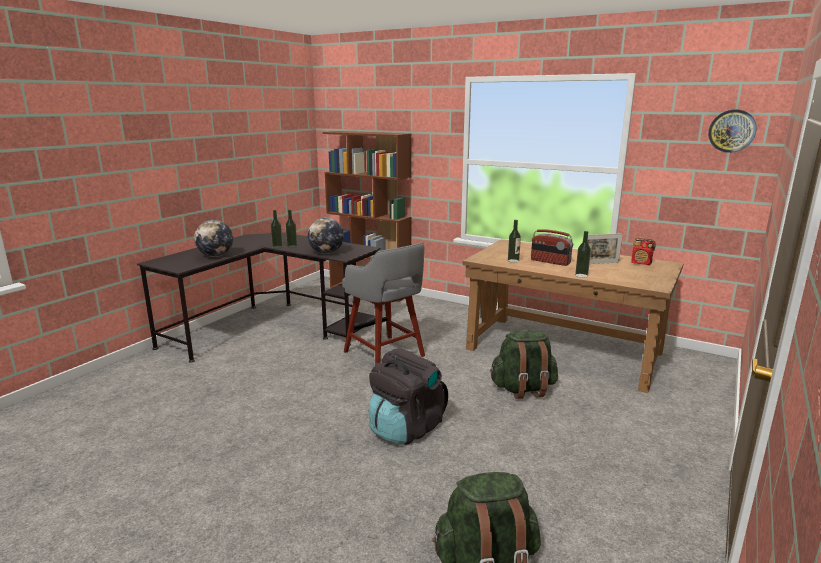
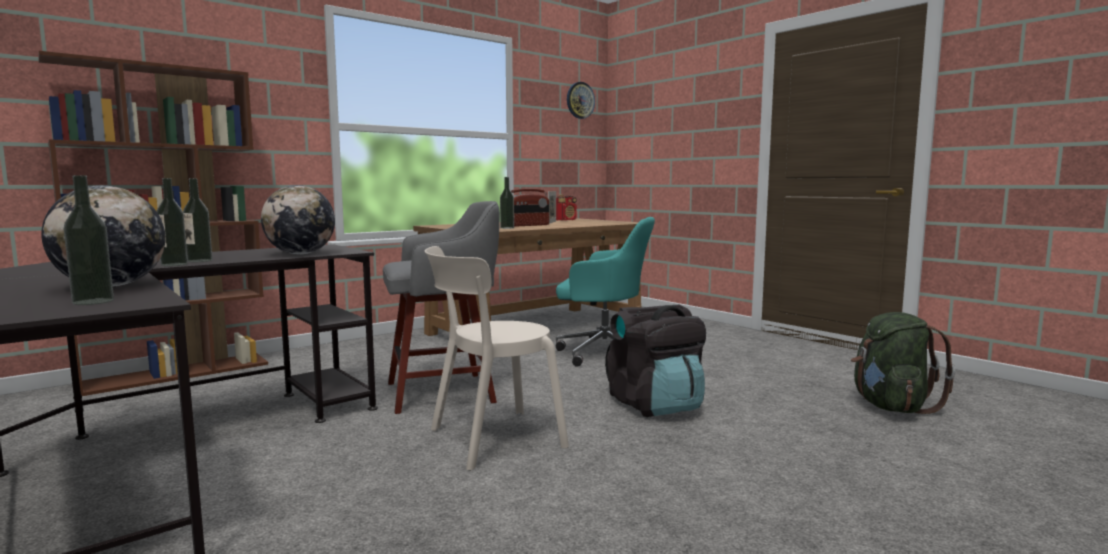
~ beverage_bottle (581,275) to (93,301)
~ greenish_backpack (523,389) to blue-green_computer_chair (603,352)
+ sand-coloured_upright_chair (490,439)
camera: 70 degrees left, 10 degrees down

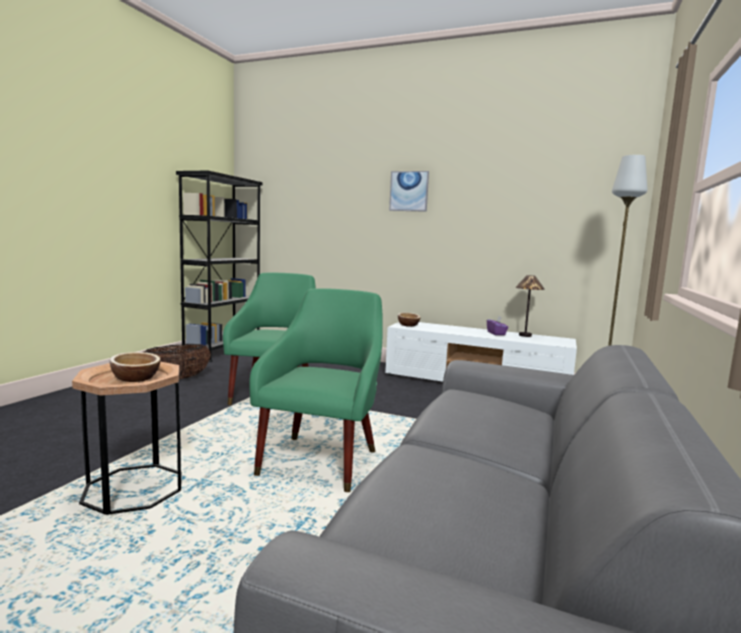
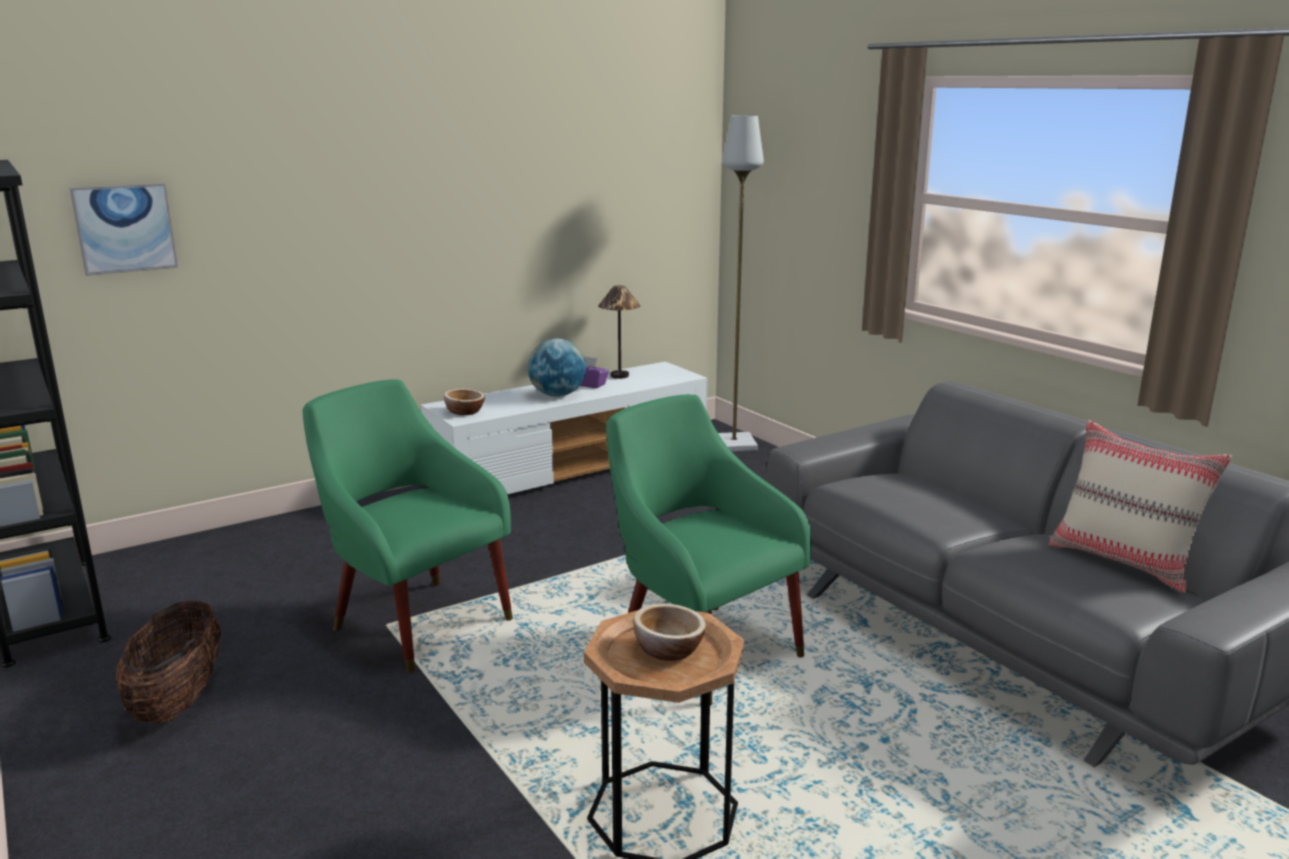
~ wall_picture (409,191) to (125,228)
+ globe (557,395)
+ sand-coloured_pillow (1124,561)
camera: 55 degrees left, 10 degrees up

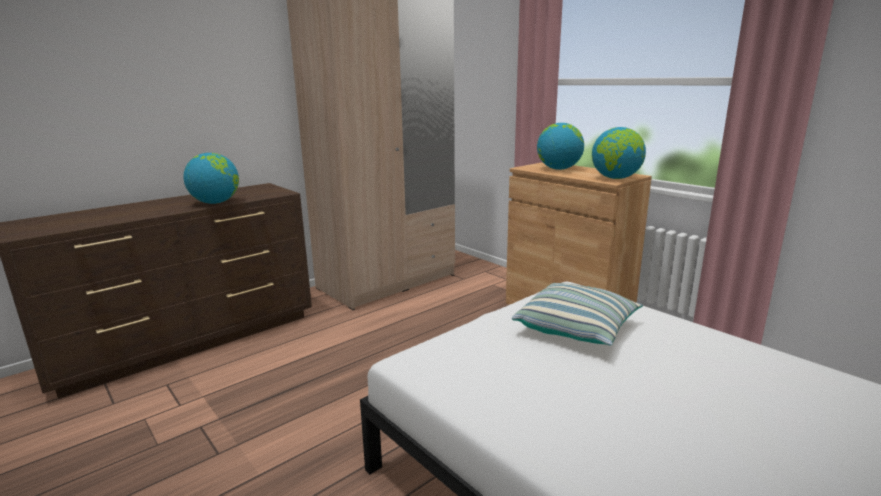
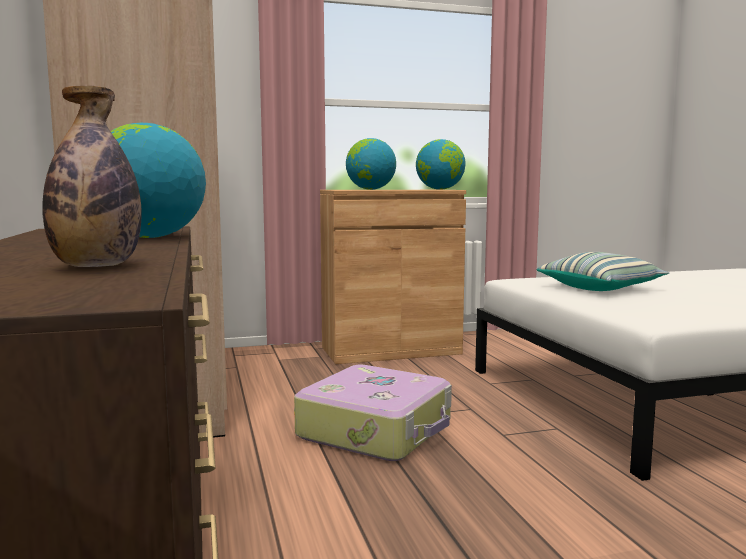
+ beverage_bottle (96,267)
+ travel_case (377,430)
camera: 65 degrees left, 10 degrees down

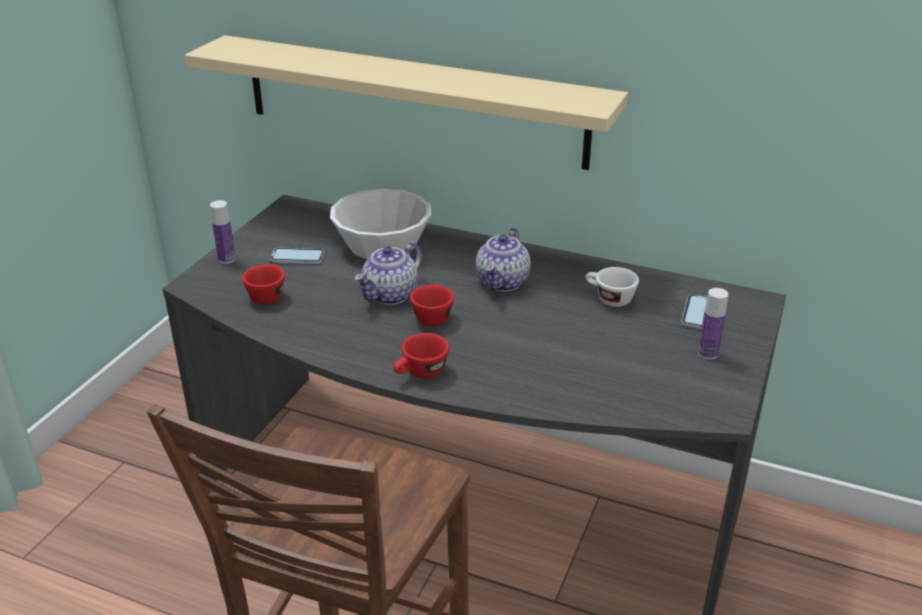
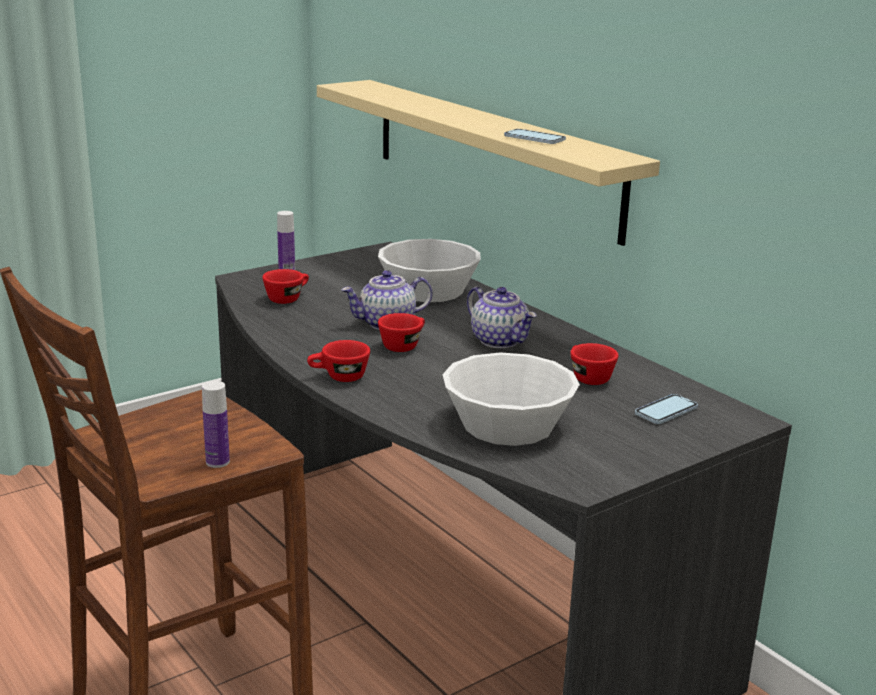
~ tea_pot (503,282) = (500,341) 90 degrees counterclockwise
~ phone (297,257) to (534,139)
~ whitish_drinking_cup (609,299) to red-coloured_drinking_cup (587,377)
~ beverage_bottle (707,353) to (217,462)
+ whitish_deep_dish (508,425)
camera: 30 degrees right, 10 degrees down

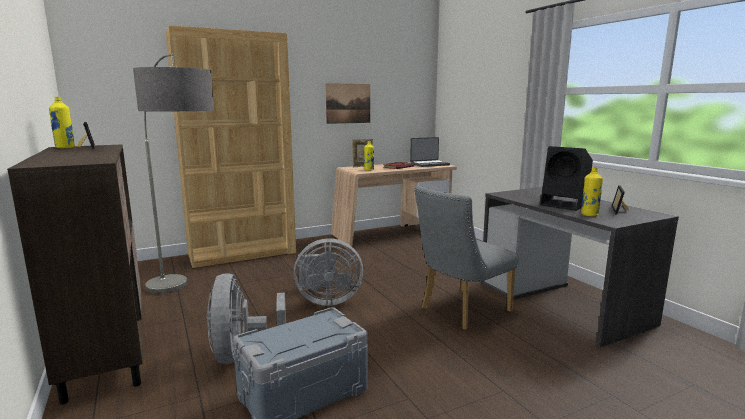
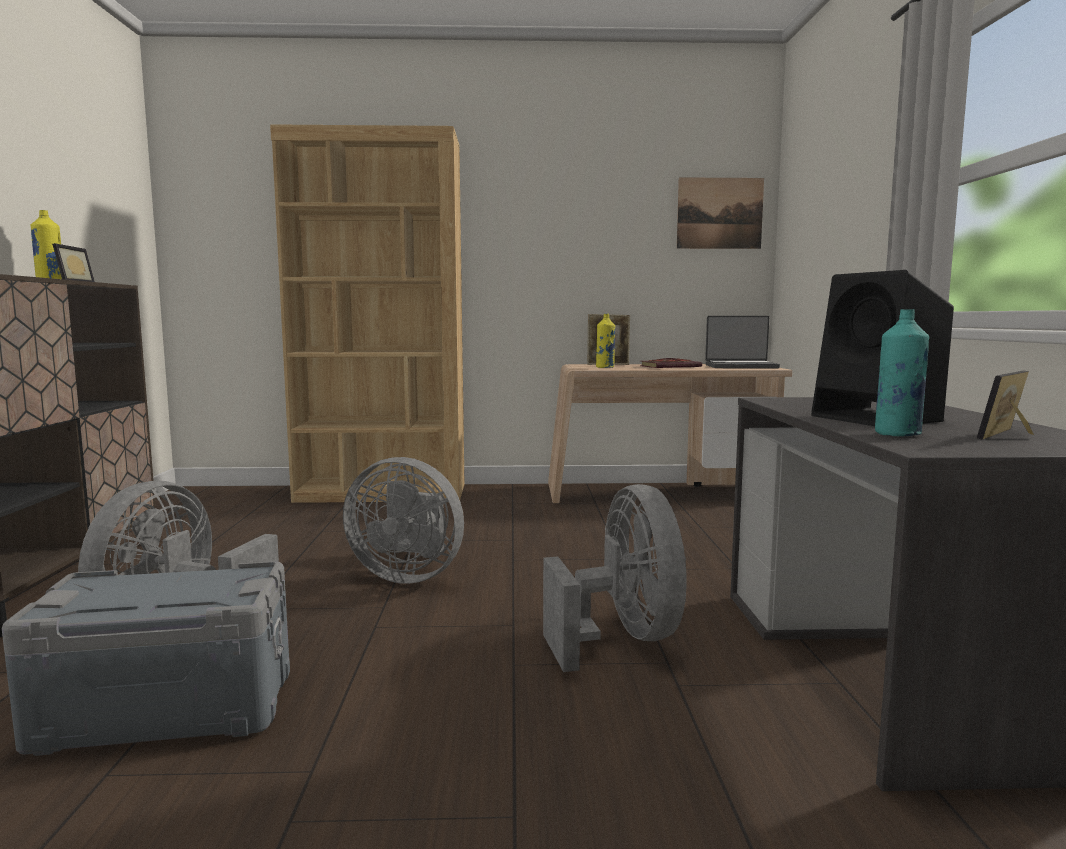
- standard_lamp (186,300)
~ wall_picture (348,103) to (719,213)
~ yellow_beverage_bottle (589,215) to blue-green_beverage_bottle (897,434)
~ grey_upright_chair (460,311) to grey_electric_fan (623,638)
camera: 25 degrees right, 5 degrees down

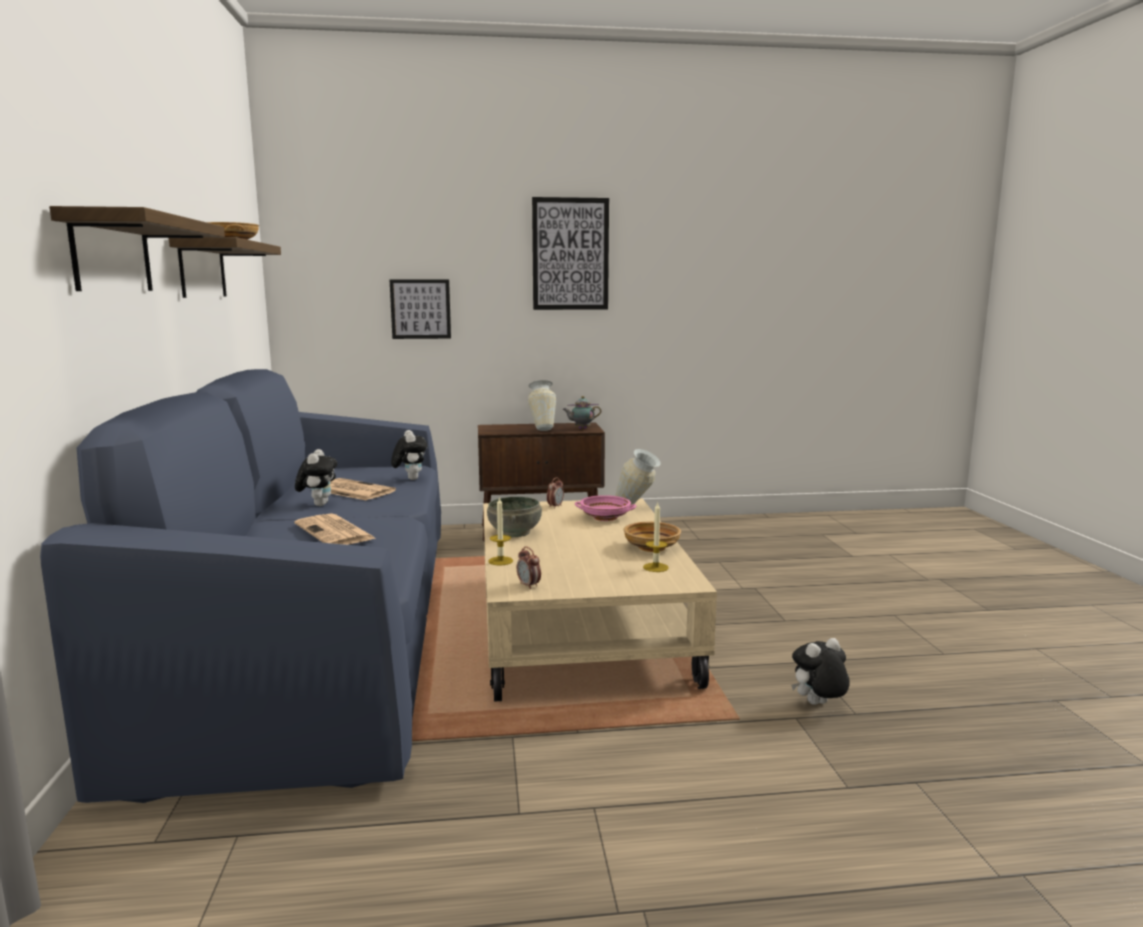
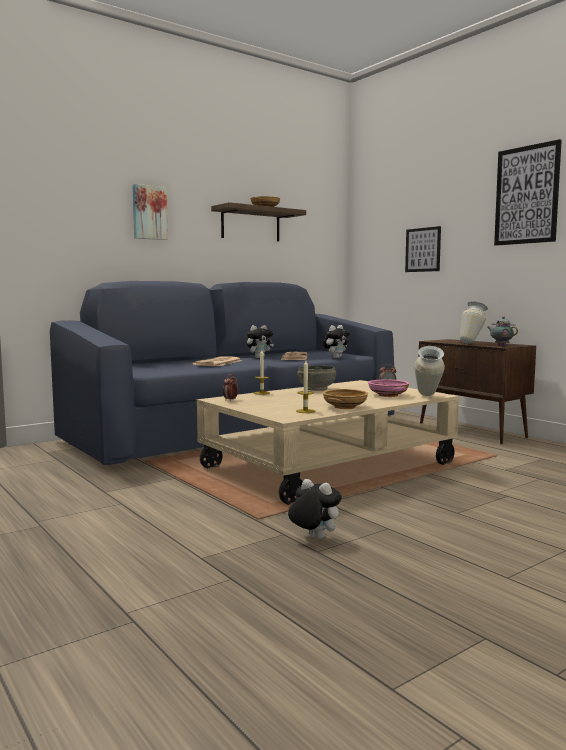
~ wall_shelf (112,254) to wall_picture (149,212)
camera: 60 degrees right, 5 degrees down

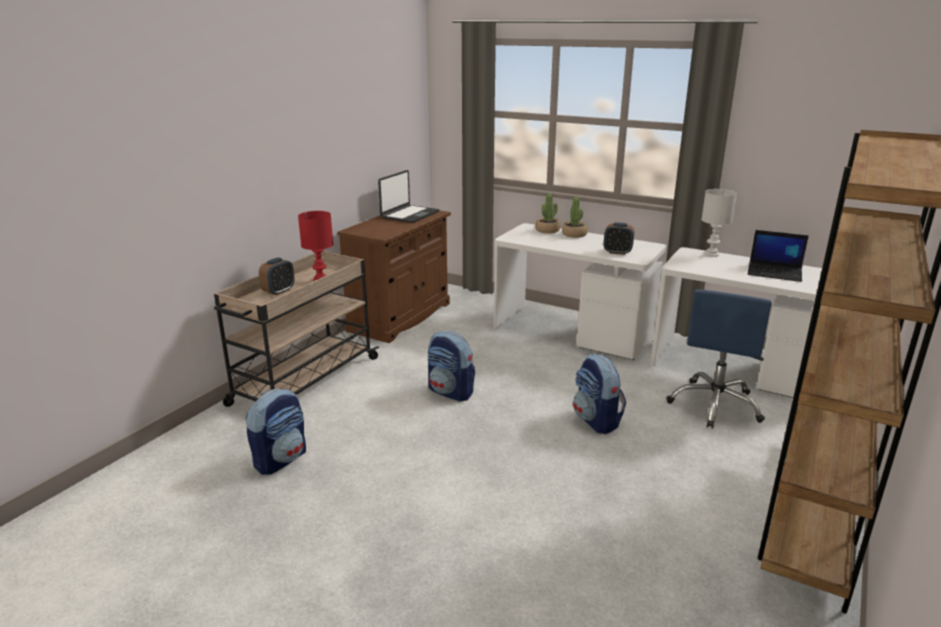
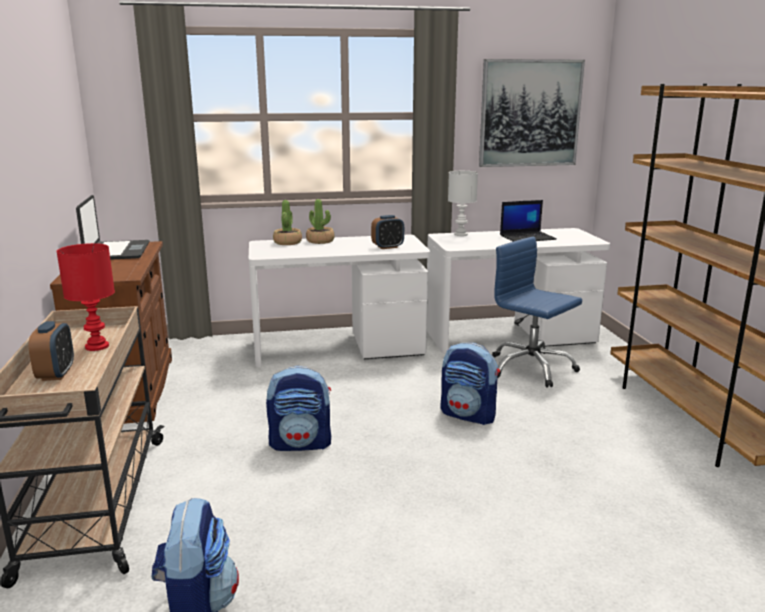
~ bluish_computer_chair (715,405) = (531,368) 150 degrees clockwise
+ wall_picture (530,113)
camera: 40 degrees left, 5 degrees down

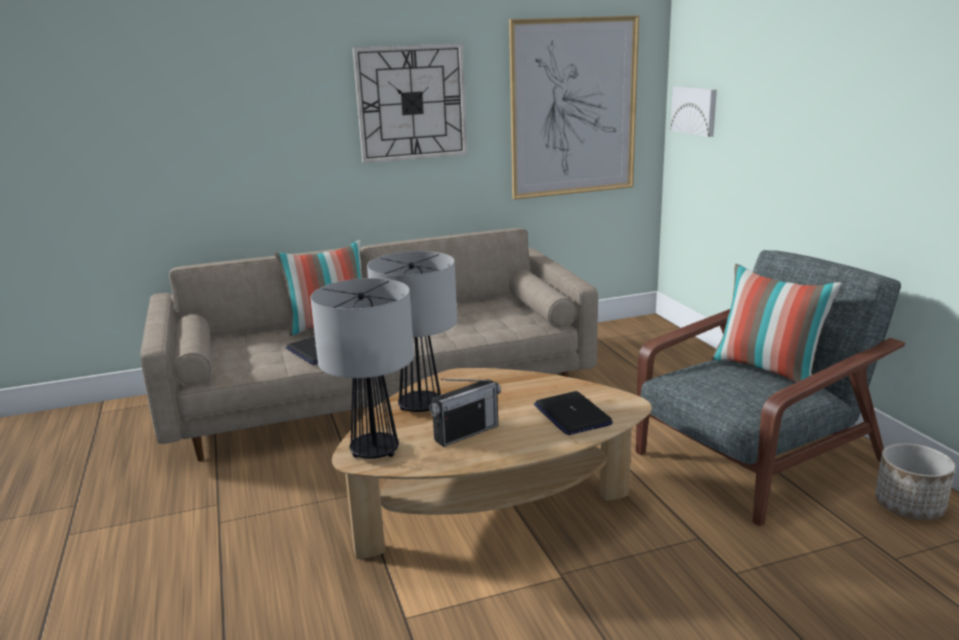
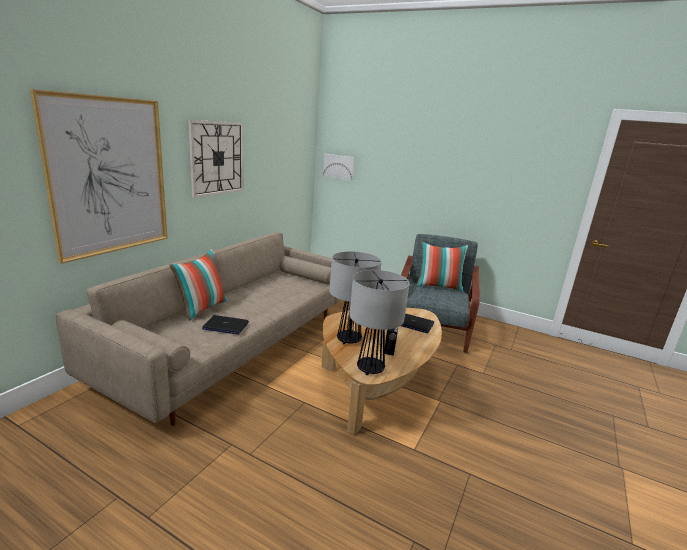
~ wall_picture (573,108) to (109,177)
- flower_pot (909,506)
camera: 45 degrees left, 0 degrees up

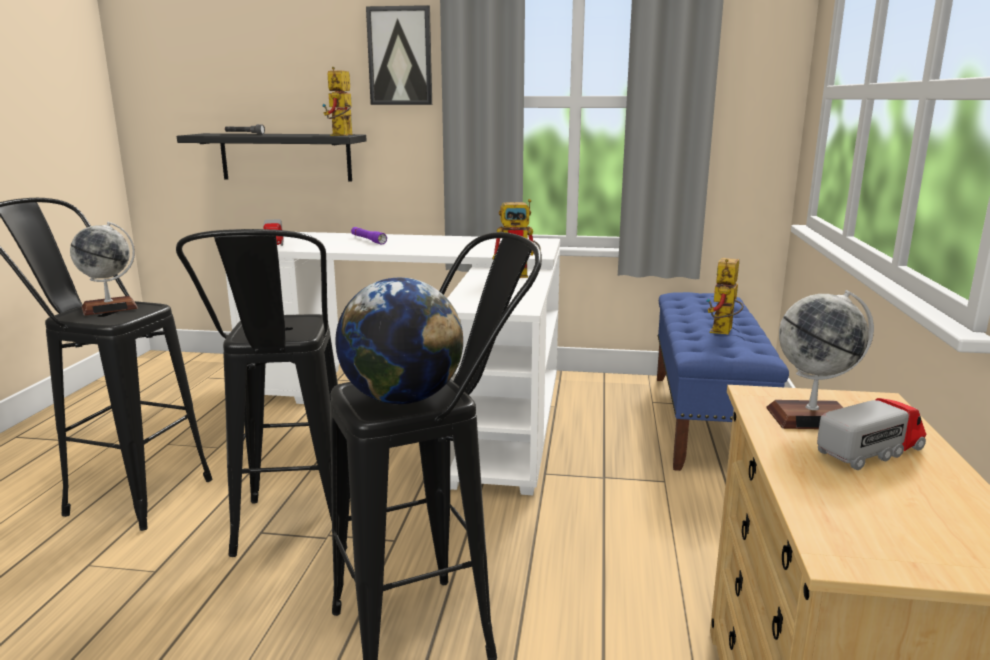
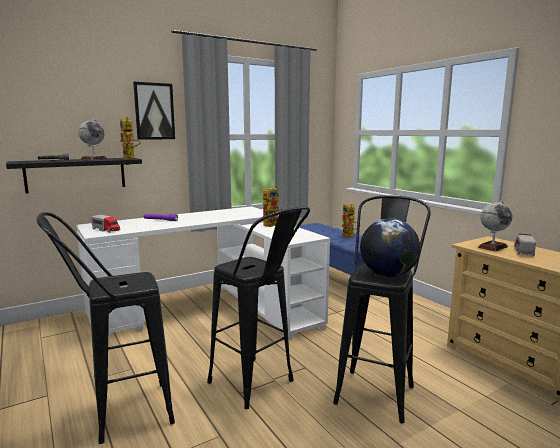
~ globe (110,308) to (94,159)
camera: 40 degrees left, 5 degrees down

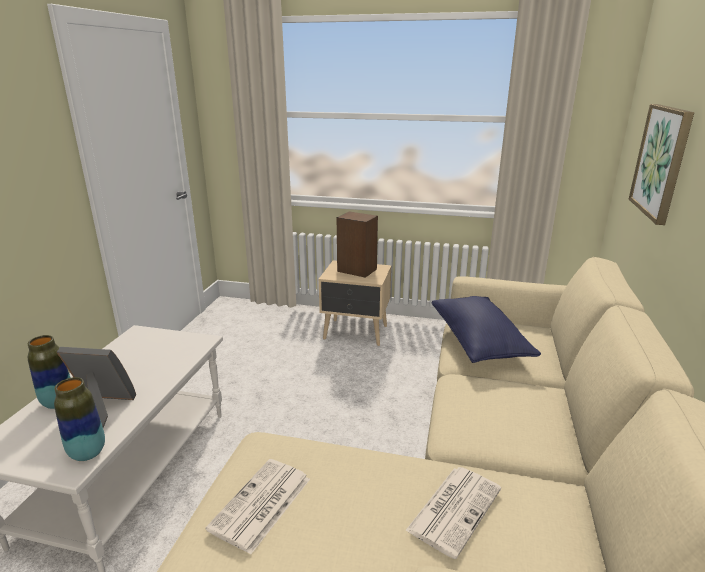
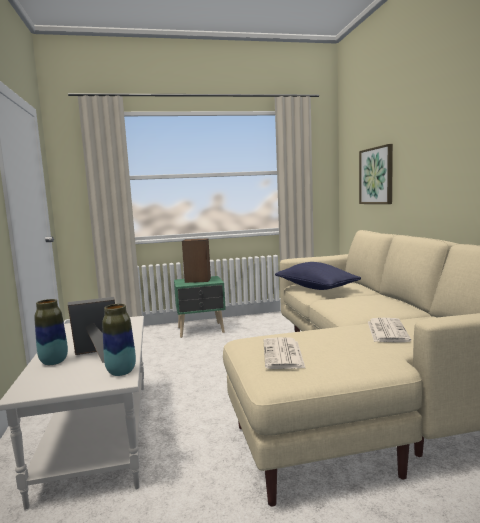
~ sand-coloured_bedside_table (356,333) to greenish_bedside_table (201,330)
camera: 25 degrees left, 15 degrees down

